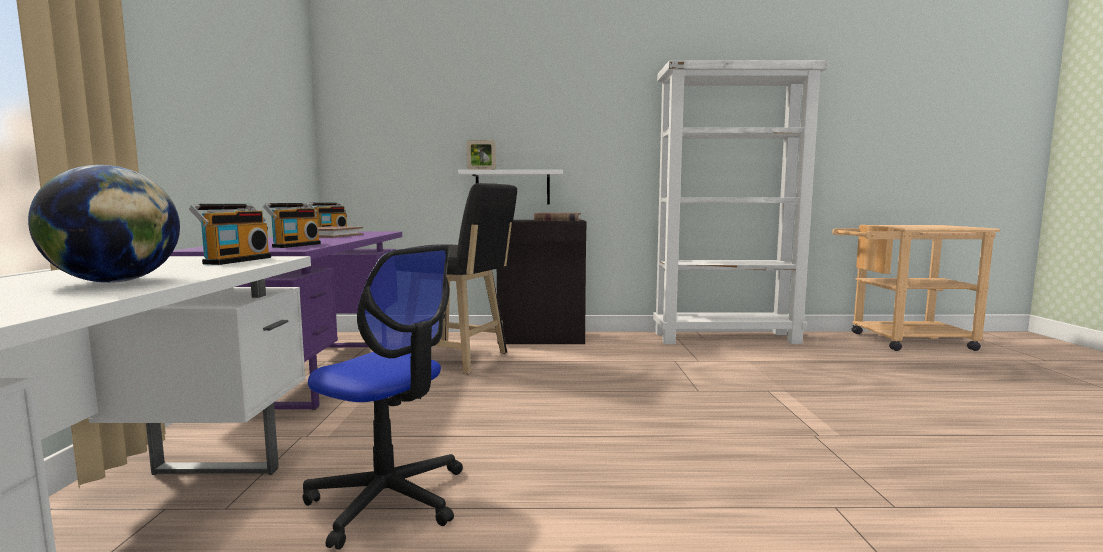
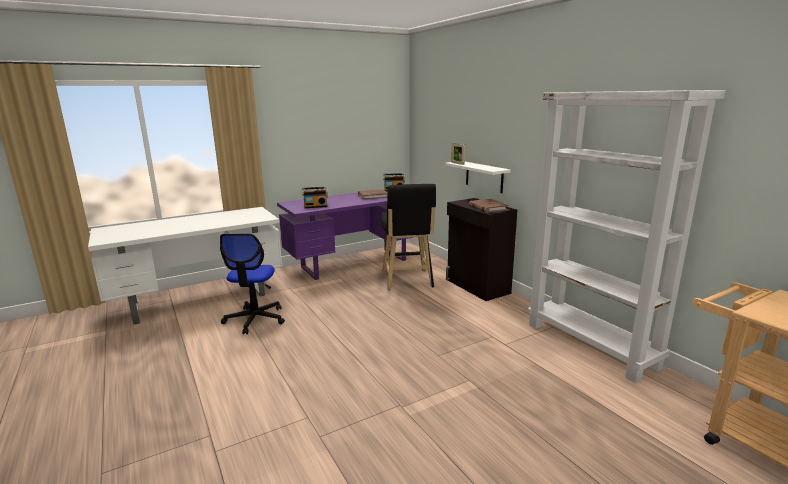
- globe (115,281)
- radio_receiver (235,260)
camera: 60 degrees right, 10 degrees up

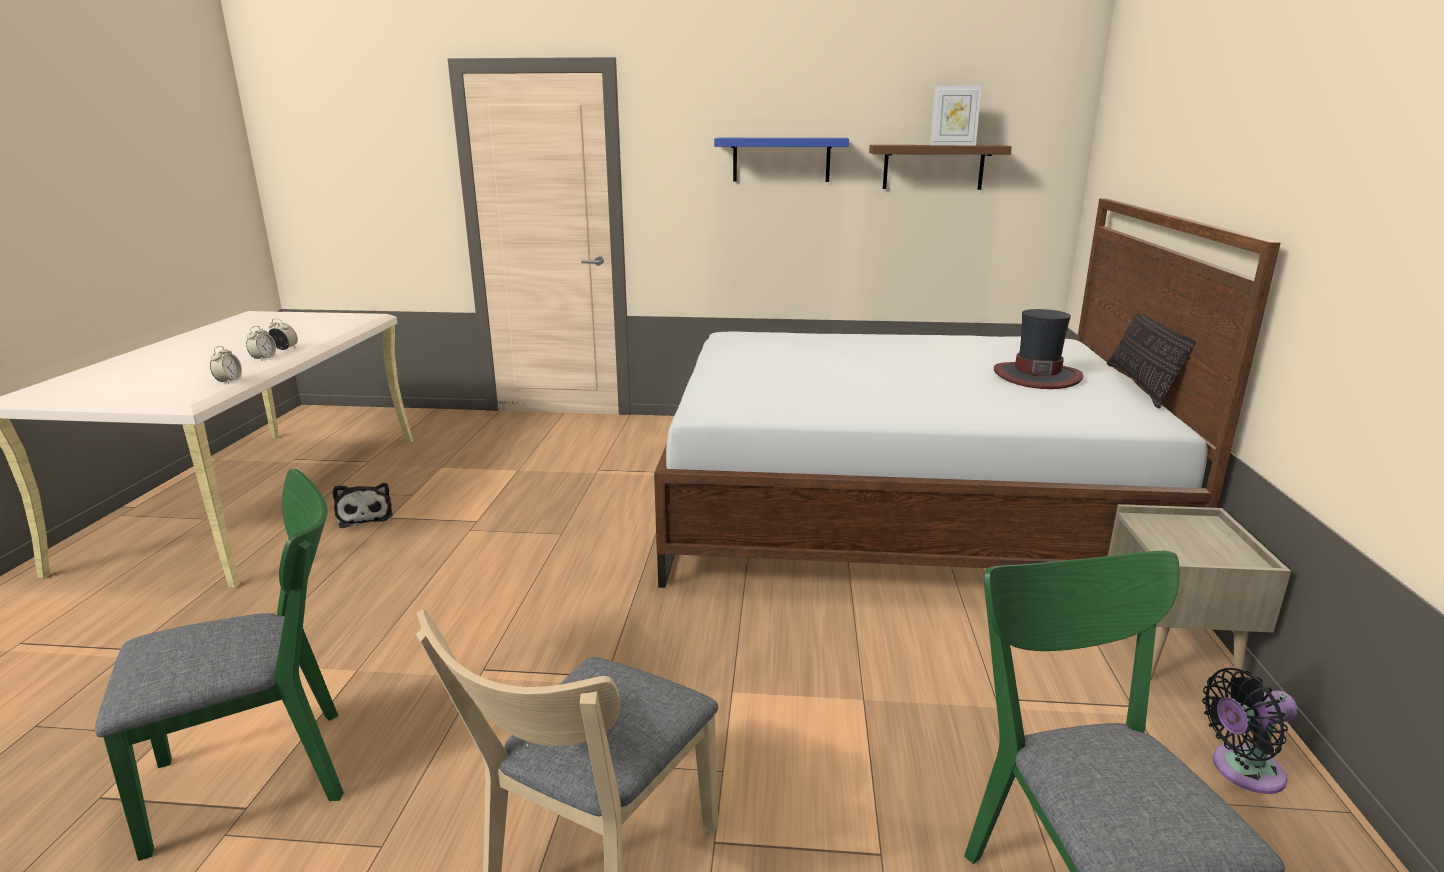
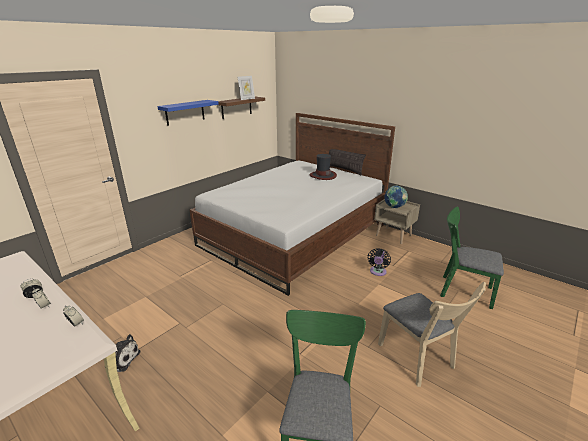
~ blackish_electric_fan (1242,770) to (377,272)
+ globe (394,207)
camera: 55 degrees left, 5 degrees up

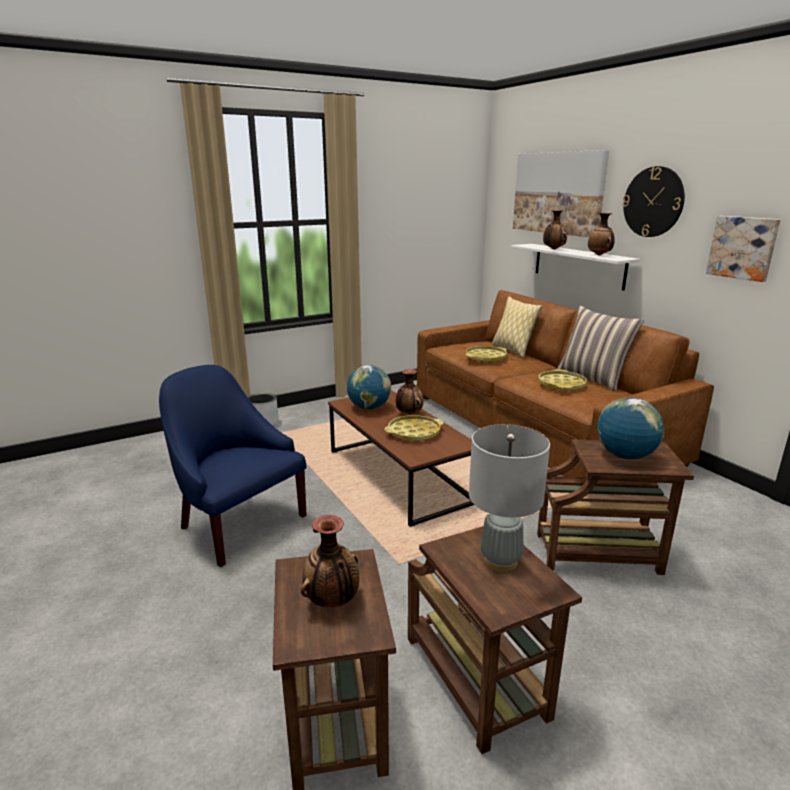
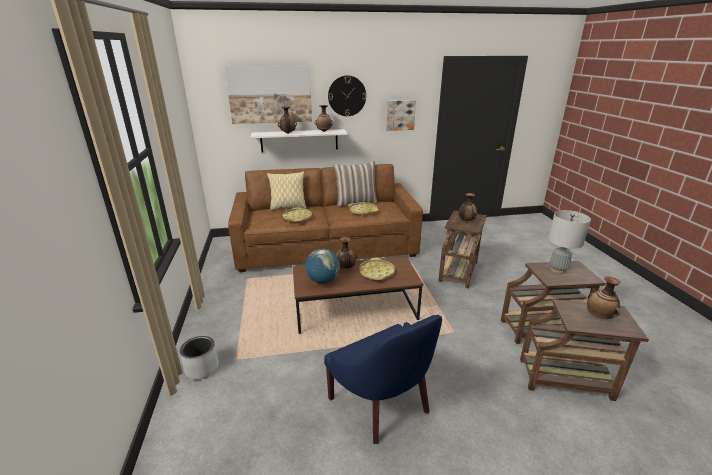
~ bluish_easy_chair (238,523) = (383,403) 90 degrees counterclockwise
~ globe (625,456) to vase (466,221)
camera: 70 degrees left, 5 degrees up

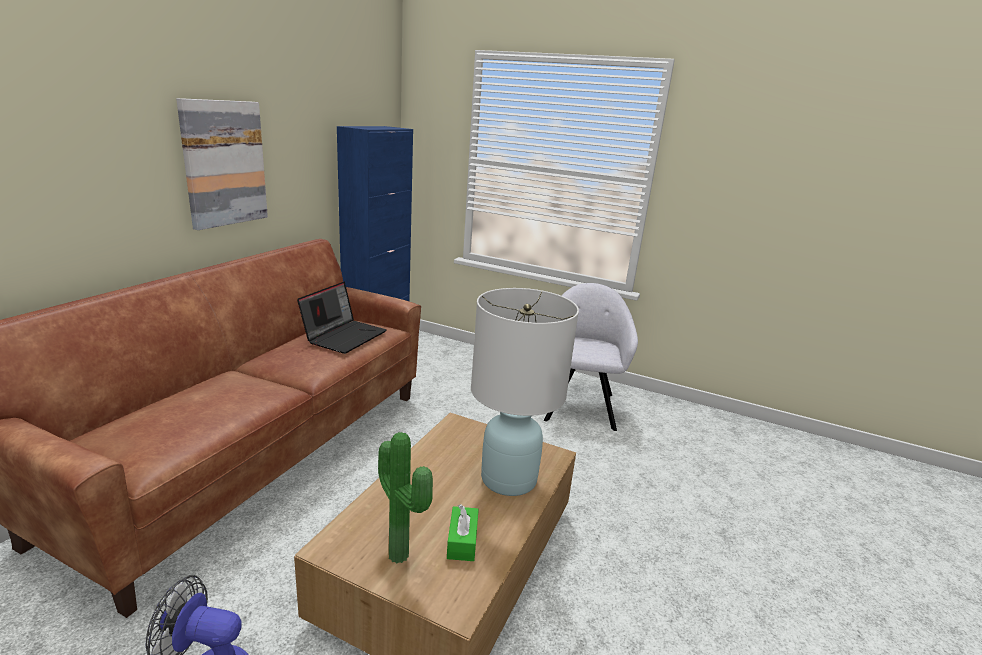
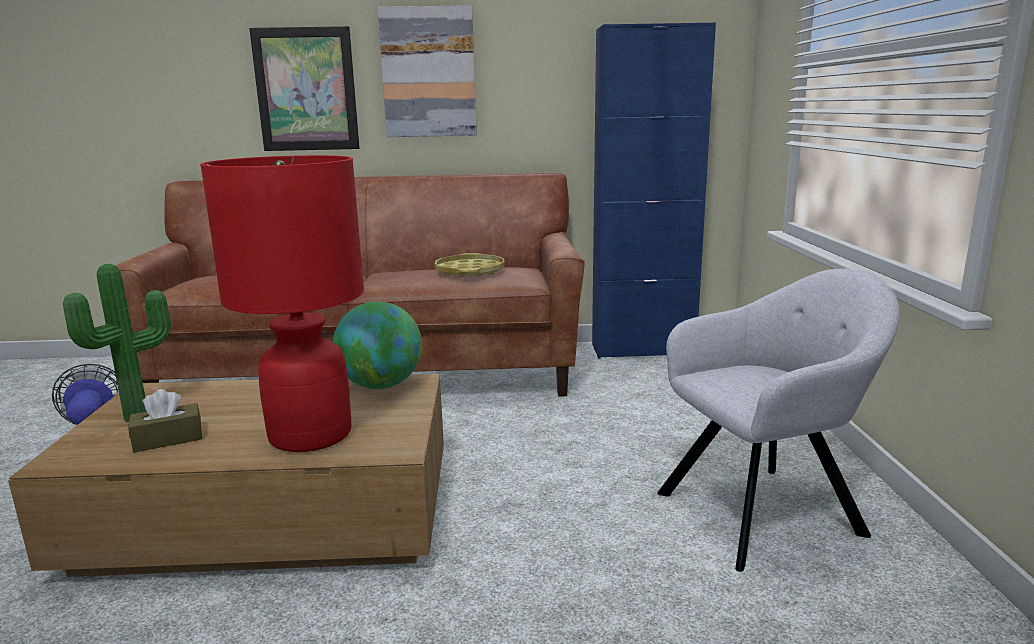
~ notebook_computer (344,336) to yellow_tray (470,271)
~ whitish_lamp_for_a_table (508,479) to red-coloured_lamp_for_a_table (310,434)
~ greenish_tissue_box (462,541) to brown_tissue_box (168,439)
+ wall_picture (306,90)
+ globe (380,385)
camera: 65 degrees right, 5 degrees down

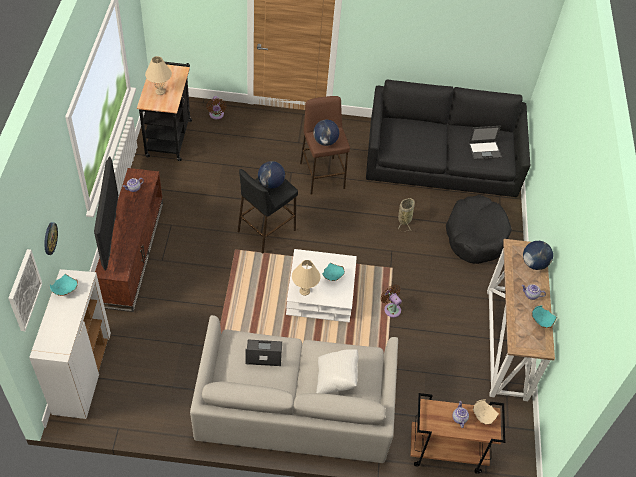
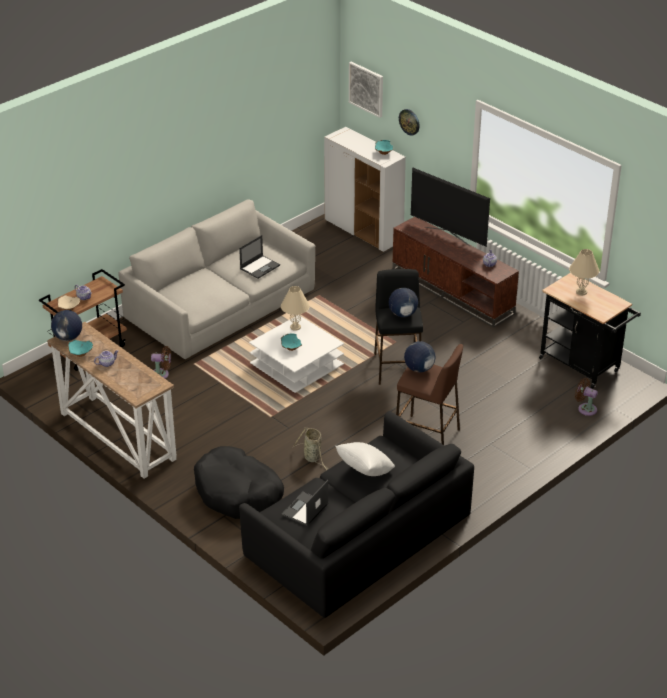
~ globe (534,263) to (68,337)
~ brown_electric_fan (391,308) to (162,374)
~ whitish_pillow (336,379) to (364,471)
camera: 135 degrees right, 15 degrees down

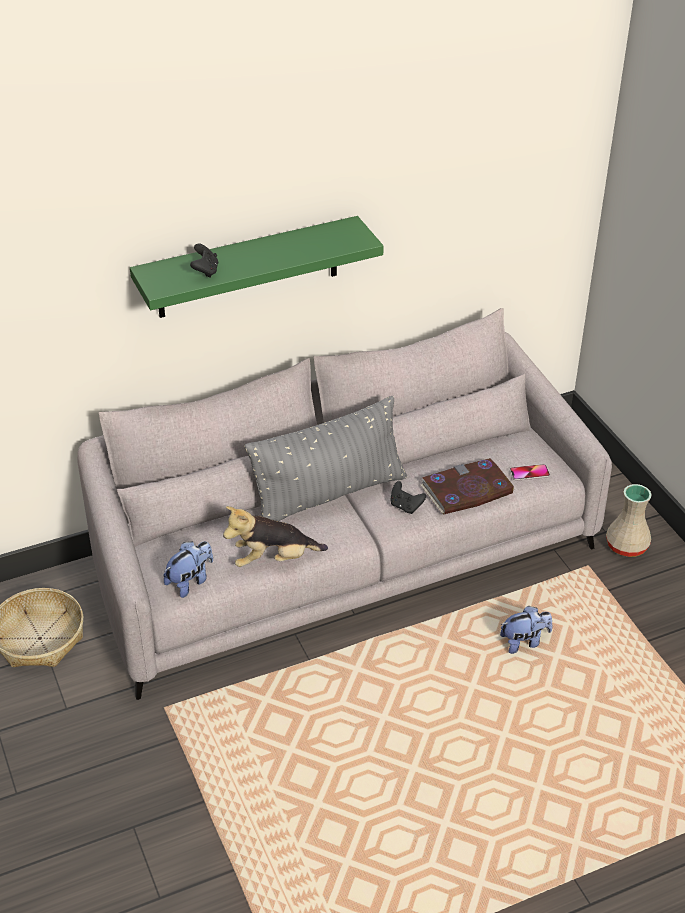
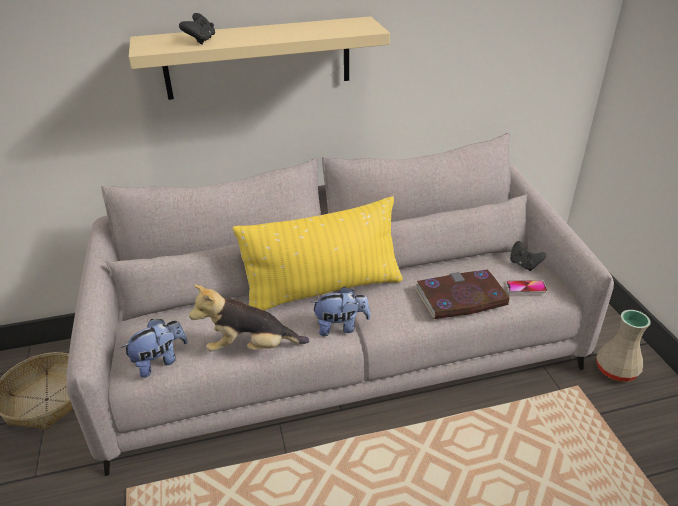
~ greenish_wall_shelf (248,268) to sand-coloured_wall_shelf (258,58)
~ grey_pillow (329,495) to yellow_pillow (323,290)
~ blackish_joypad (405,506) to (524,265)
~ plush_toy (524,642) to (341,327)
camera: 10 degrees right, 5 degrees down

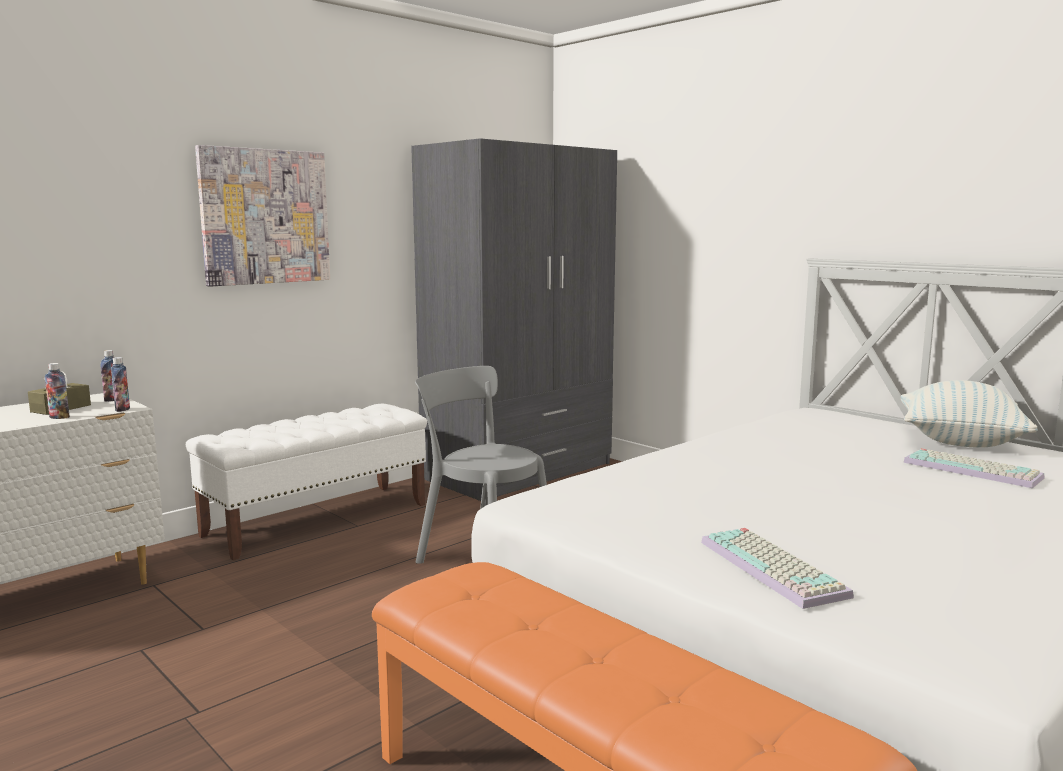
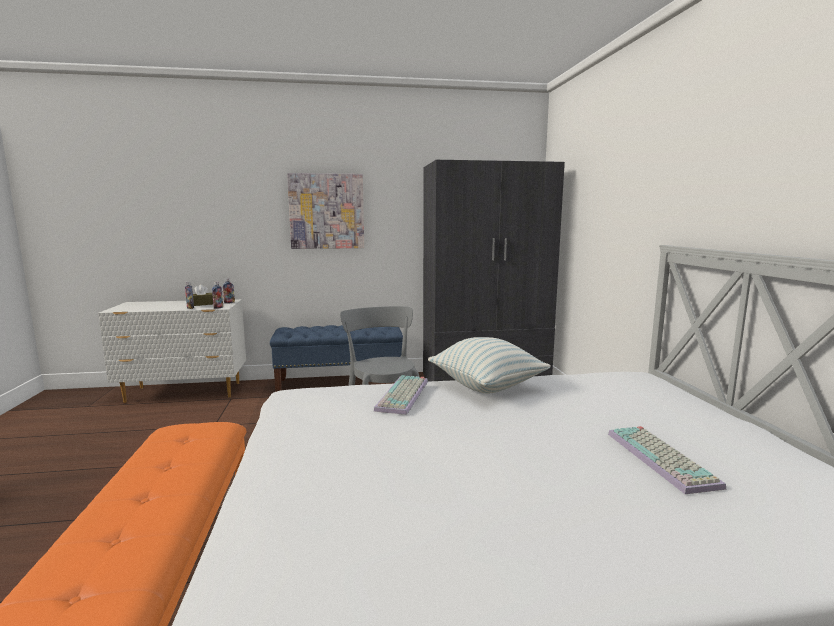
~ pillow (959,442) to (487,386)
~ whitish_indoor_bench (318,519) to bluish_indoor_bench (340,384)
~ computer_keyboard (775,568) to (404,396)
camera: 35 degrees right, 0 degrees up

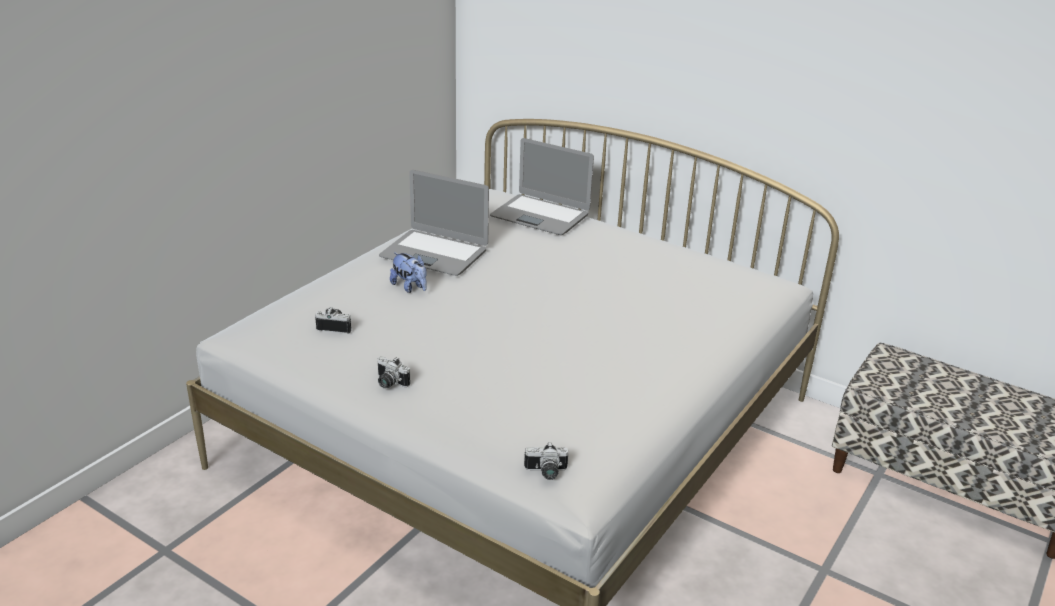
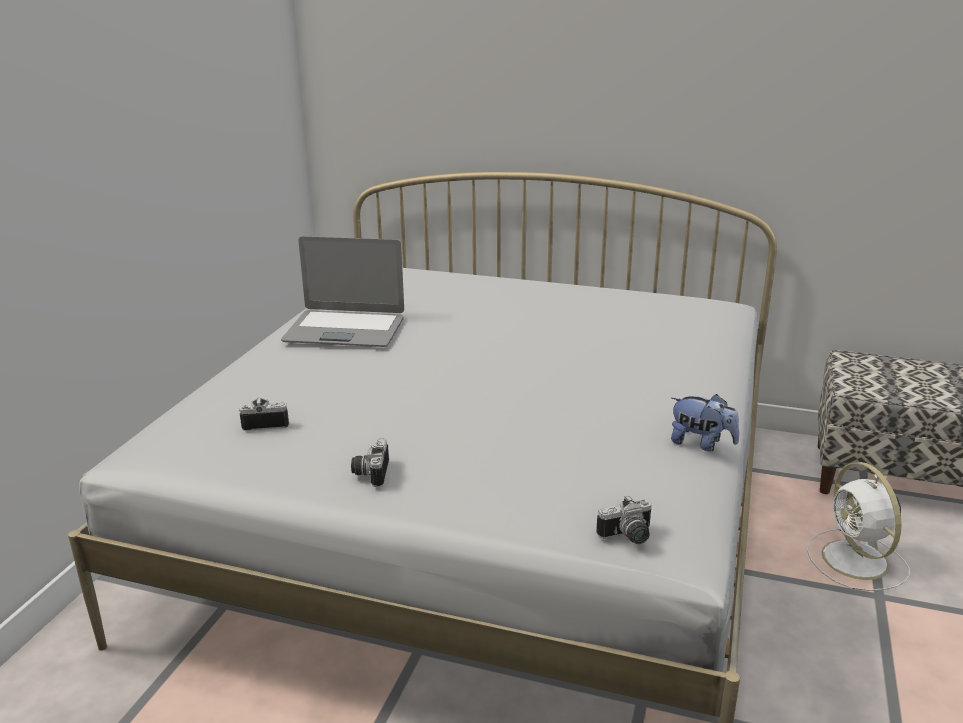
- notebook_computer (540,216)
~ plush_toy (410,287) to (701,444)
~ photo_camera (389,383) = (370,473) 75 degrees clockwise
+ whitish_electric_fan (857,561)
camera: 15 degrees left, 5 degrees down

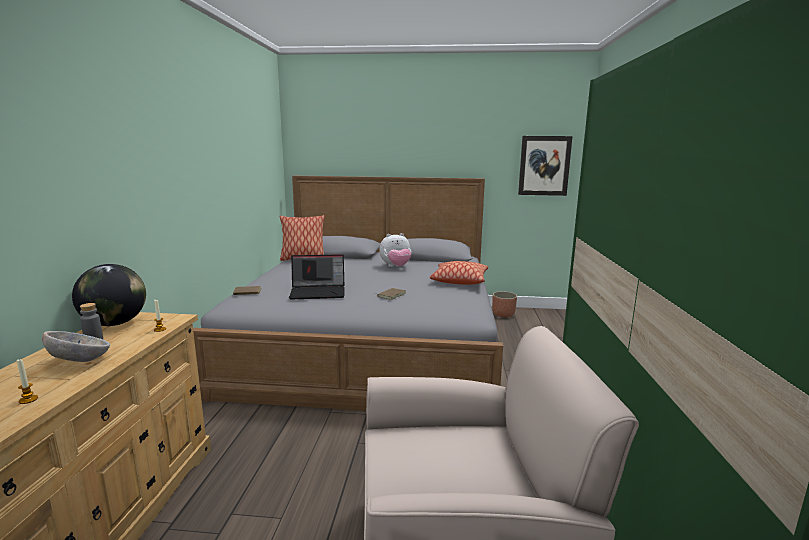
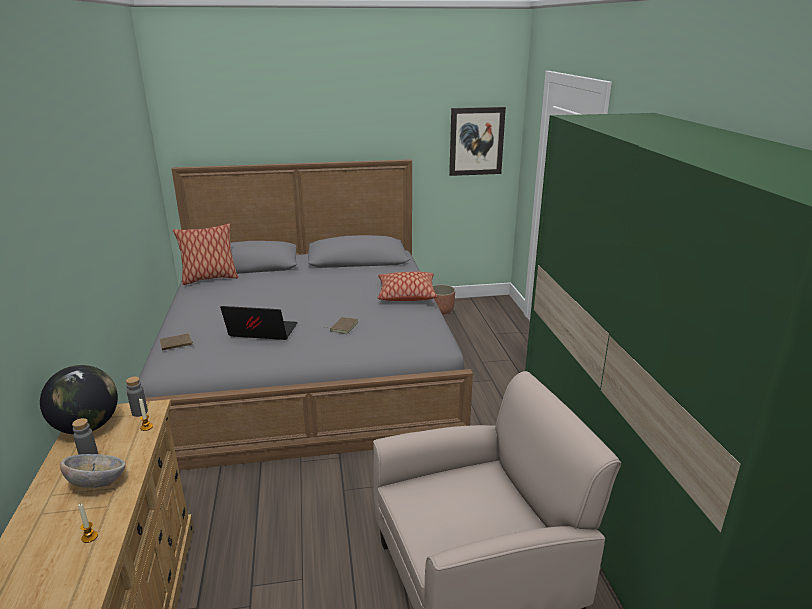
- plush_toy (396,267)
~ notebook_computer (318,292) = (261,333) 150 degrees counterclockwise
+ grey_beverage_bottle (139,412)
camera: 15 degrees left, 10 degrees up

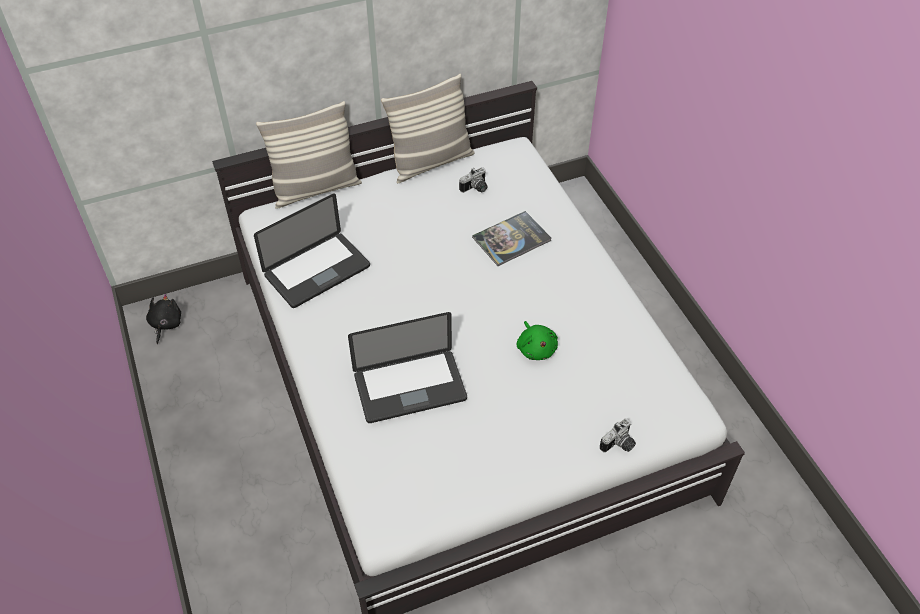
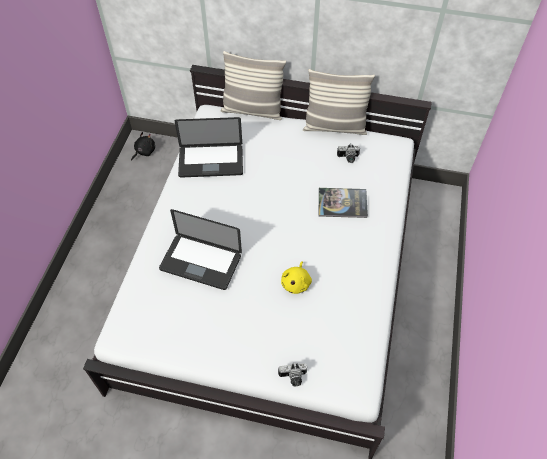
~ greenish_plush_toy (536,348) to yellow_plush_toy (296,283)
camera: 35 degrees right, 5 degrees up

